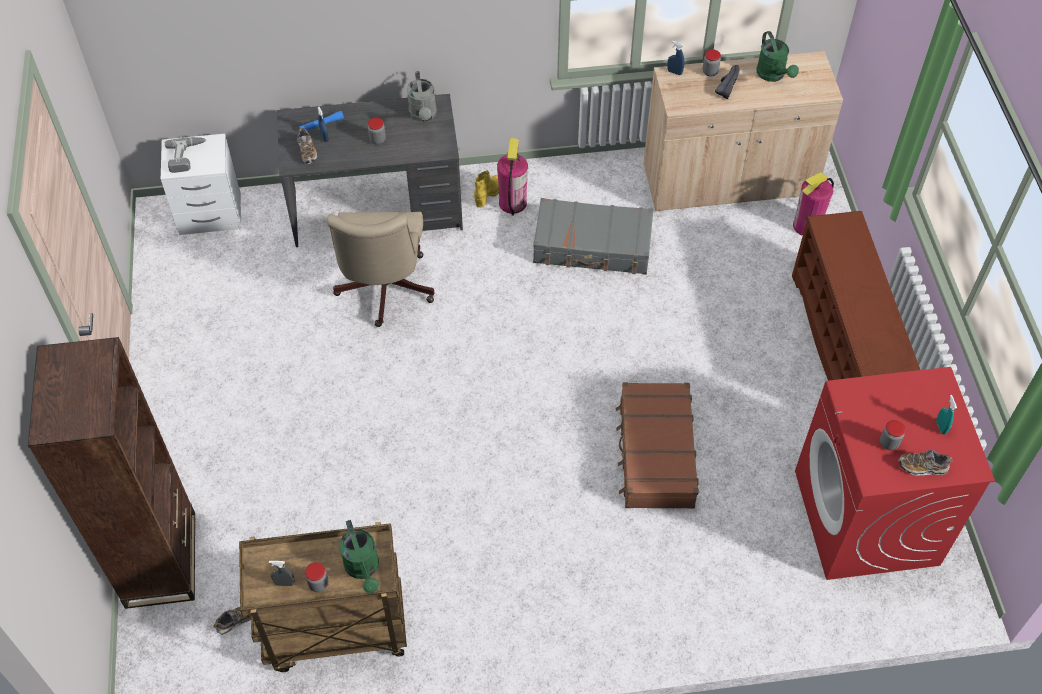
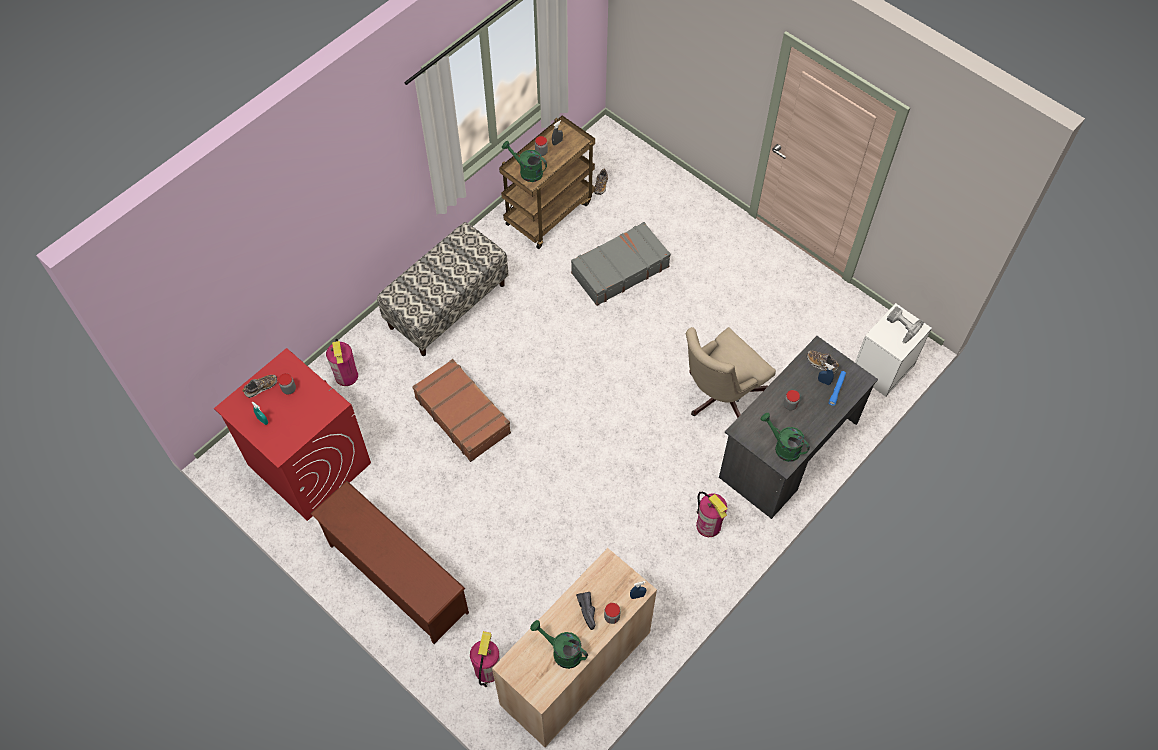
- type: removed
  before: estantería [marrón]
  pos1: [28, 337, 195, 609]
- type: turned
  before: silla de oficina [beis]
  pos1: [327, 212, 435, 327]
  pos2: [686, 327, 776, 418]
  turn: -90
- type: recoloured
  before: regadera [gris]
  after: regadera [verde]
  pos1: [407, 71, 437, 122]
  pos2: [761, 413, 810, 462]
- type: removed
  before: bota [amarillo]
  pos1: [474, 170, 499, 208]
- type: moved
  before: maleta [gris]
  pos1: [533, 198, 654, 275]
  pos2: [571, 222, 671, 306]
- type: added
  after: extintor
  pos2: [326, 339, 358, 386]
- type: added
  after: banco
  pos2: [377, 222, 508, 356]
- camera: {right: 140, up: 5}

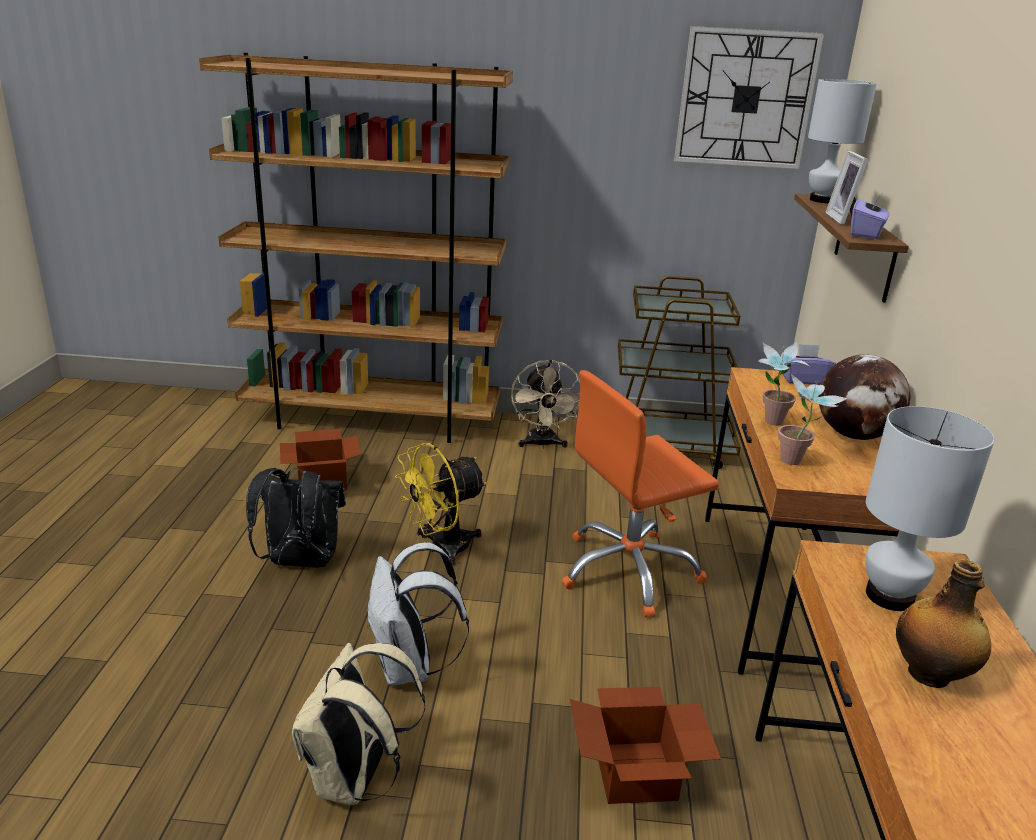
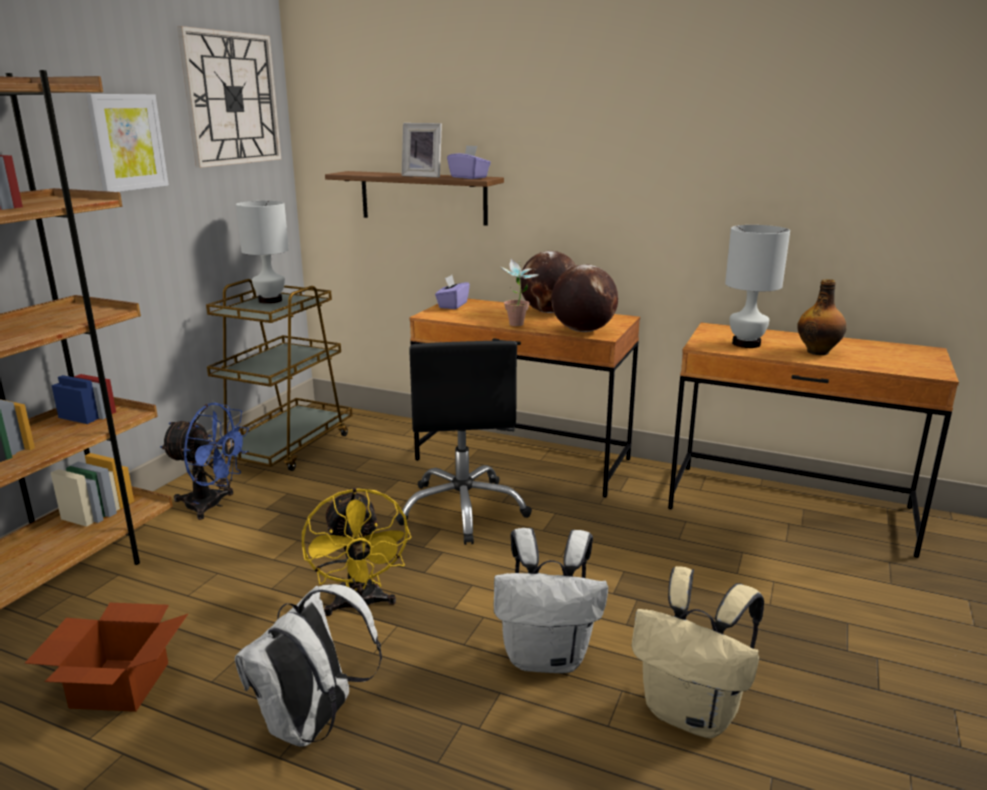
- type: recoloured
  before: mochila [negro]
  after: mochila [blanco]
  pos1: [246, 468, 346, 567]
  pos2: [235, 584, 382, 747]
- type: recoloured
  before: ventilador [beis]
  after: ventilador [azul]
  pos1: [511, 360, 580, 449]
  pos2: [160, 403, 249, 520]
- type: recoloured
  before: silla de oficina [naranja]
  after: silla de oficina [negro]
  pos1: [562, 370, 719, 617]
  pos2: [396, 341, 532, 545]
- type: removed
  before: caja de cartón
  pos1: [570, 687, 721, 804]
- type: replaced
  before: planta en maceta
  after: globo terráqueo
  pos1: [778, 374, 847, 465]
  pos2: [551, 264, 618, 332]
- type: moved
  before: lámpara de mesa [blanco]
  pos1: [808, 79, 877, 203]
  pos2: [236, 201, 289, 304]
- type: added
  after: cuadro
  pos2: [86, 94, 169, 192]
- camera: {right: -70, up: -5}

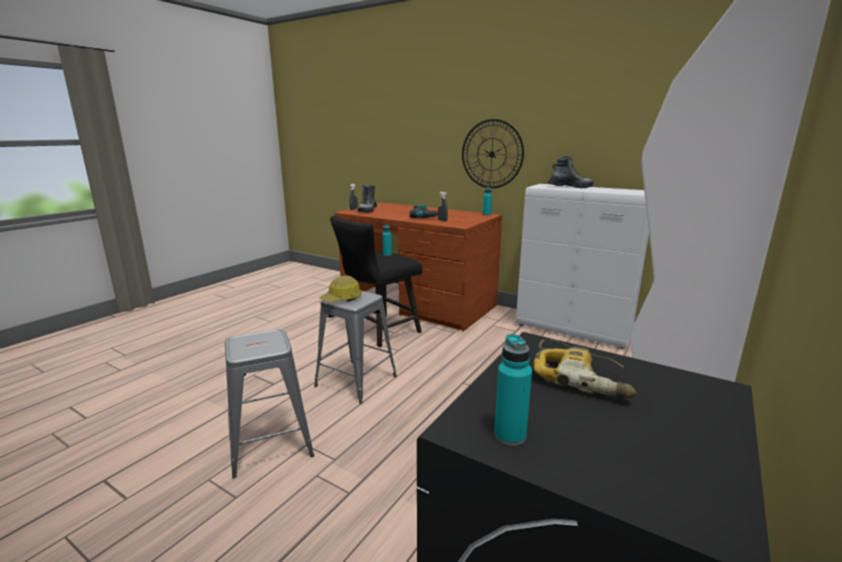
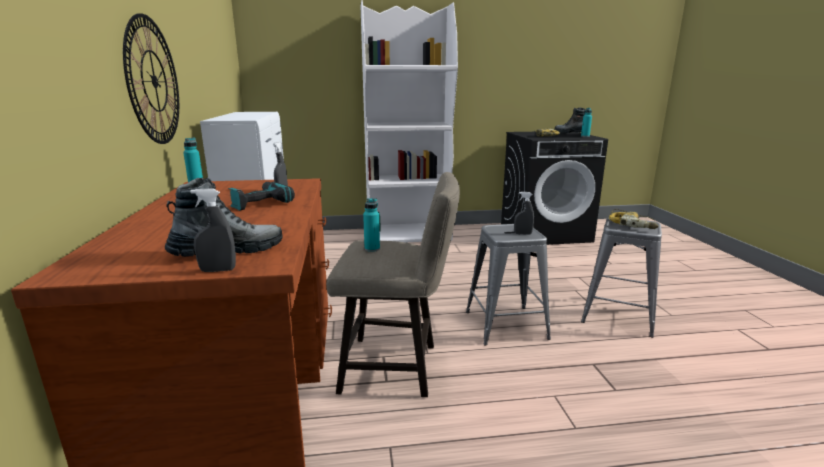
- type: replaced
  before: casco
  after: pulverizador [gris]
  pos1: [320, 275, 362, 302]
  pos2: [514, 192, 534, 235]
- type: recoloured
  before: taburete [negro]
  after: taburete [beis]
  pos1: [330, 216, 422, 347]
  pos2: [326, 172, 460, 397]
- type: moved
  before: bota
  pos1: [548, 156, 593, 188]
  pos2: [554, 107, 586, 134]
- type: added
  after: taladro
  pos2: [609, 209, 659, 229]
- camera: {right: -130, up: 0}

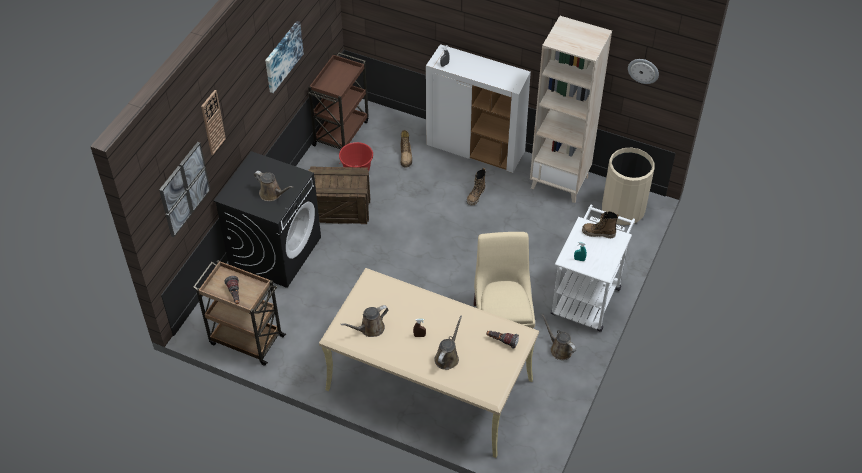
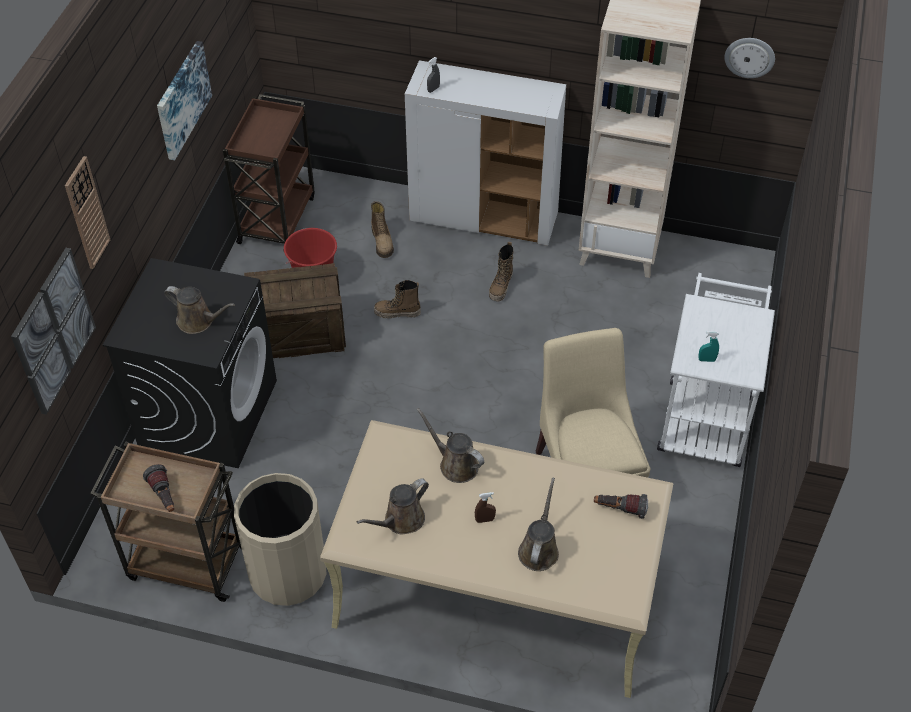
- type: moved
  before: regadera [marrón]
  pos1: [542, 314, 576, 360]
  pos2: [416, 408, 484, 483]
- type: moved
  before: bota
  pos1: [582, 211, 619, 238]
  pos2: [374, 280, 421, 319]
- type: moved
  before: papelera [beis]
  pos1: [602, 148, 655, 225]
  pos2: [234, 473, 326, 606]
- camera: {right: -10, up: 0}

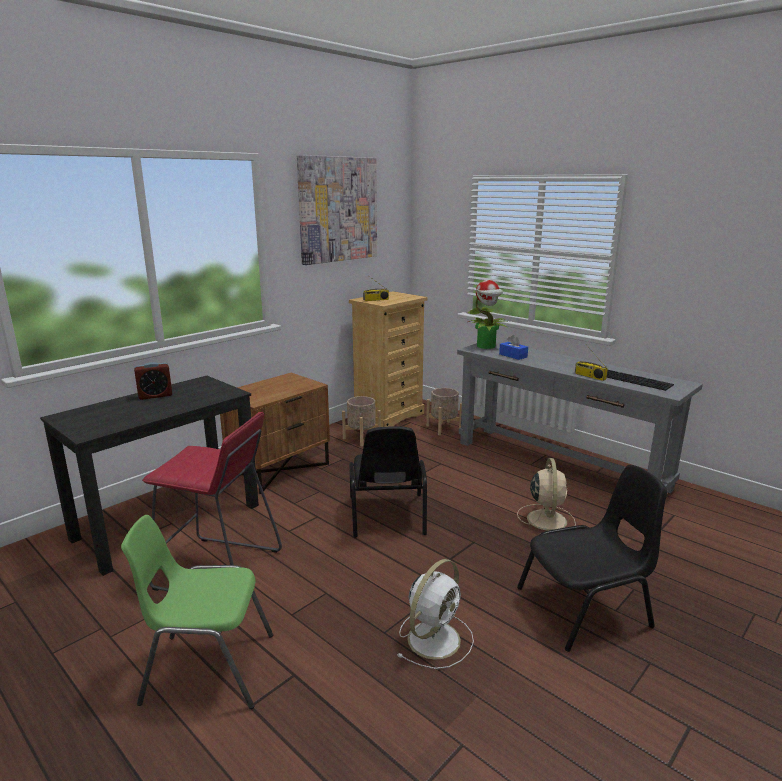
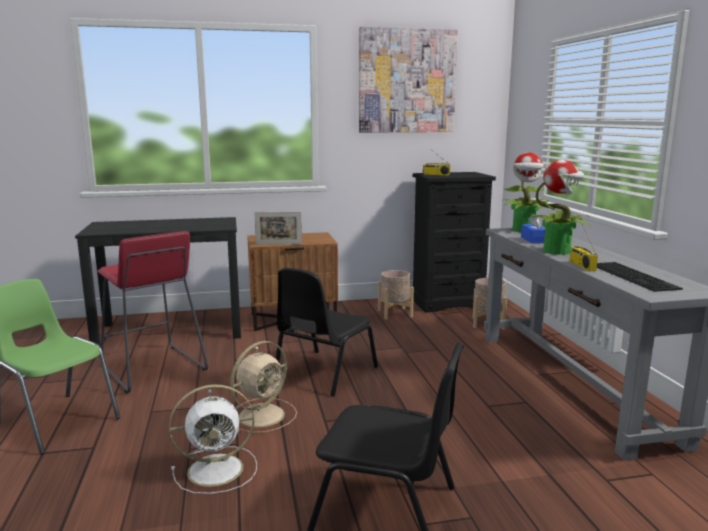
- type: removed
  before: despertador
  pos1: [134, 362, 172, 400]
- type: recoloured
  before: cómoda [beis]
  after: cómoda [negro]
  pos1: [349, 291, 428, 427]
  pos2: [413, 172, 496, 312]
- type: moved
  before: ventilador [beis]
  pos1: [517, 458, 576, 531]
  pos2: [230, 341, 297, 433]
- type: added
  after: portarretratos
  pos2: [254, 212, 302, 245]
- type: added
  after: planta en maceta
  pos2: [532, 160, 590, 255]
- camera: {right: 35, up: -5}

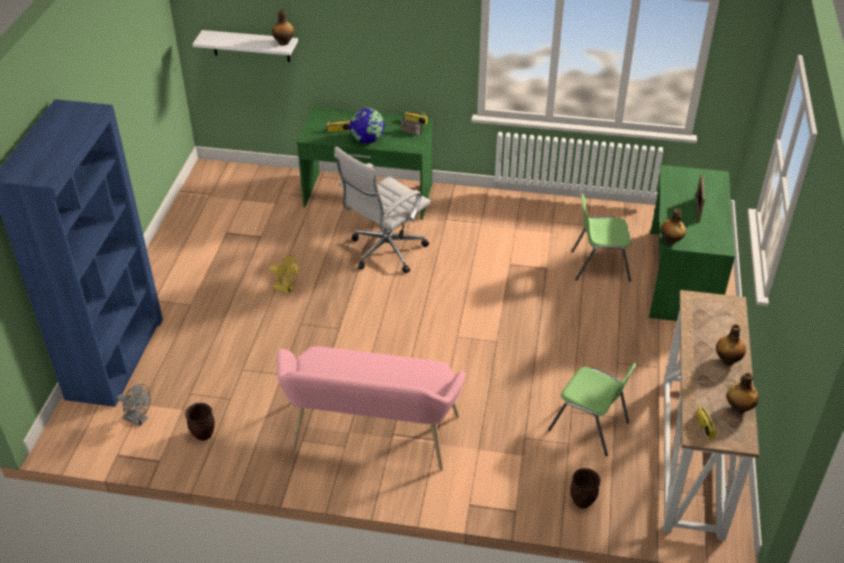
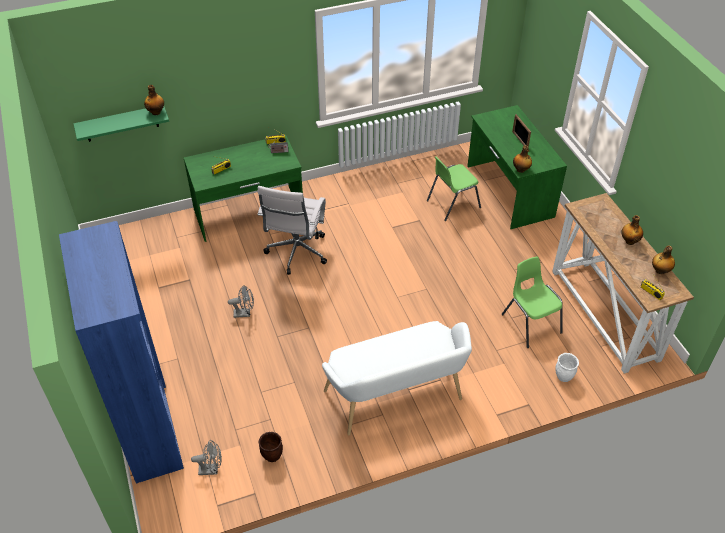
- type: recoloured
  before: estante [blanco]
  after: estante [verde]
  pos1: [192, 30, 298, 62]
  pos2: [73, 107, 169, 142]
- type: recoloured
  before: ventilador [amarillo]
  after: ventilador [gris]
  pos1: [269, 255, 299, 294]
  pos2: [228, 285, 254, 318]
- type: recoloured
  before: banco [rosa]
  after: banco [blanco]
  pos1: [276, 346, 466, 471]
  pos2: [322, 321, 472, 435]
- type: removed
  before: globo terráqueo
  pos1: [349, 108, 385, 143]
- type: turned
  before: silla [verde]
  pos1: [548, 363, 637, 456]
  pos2: [502, 256, 563, 348]
  turn: -120
- type: recoloured
  before: maceta [marrón]
  after: maceta [blanco]
  pos1: [570, 468, 601, 509]
  pos2: [556, 353, 579, 382]
- camera: {right: -30, up: 5}

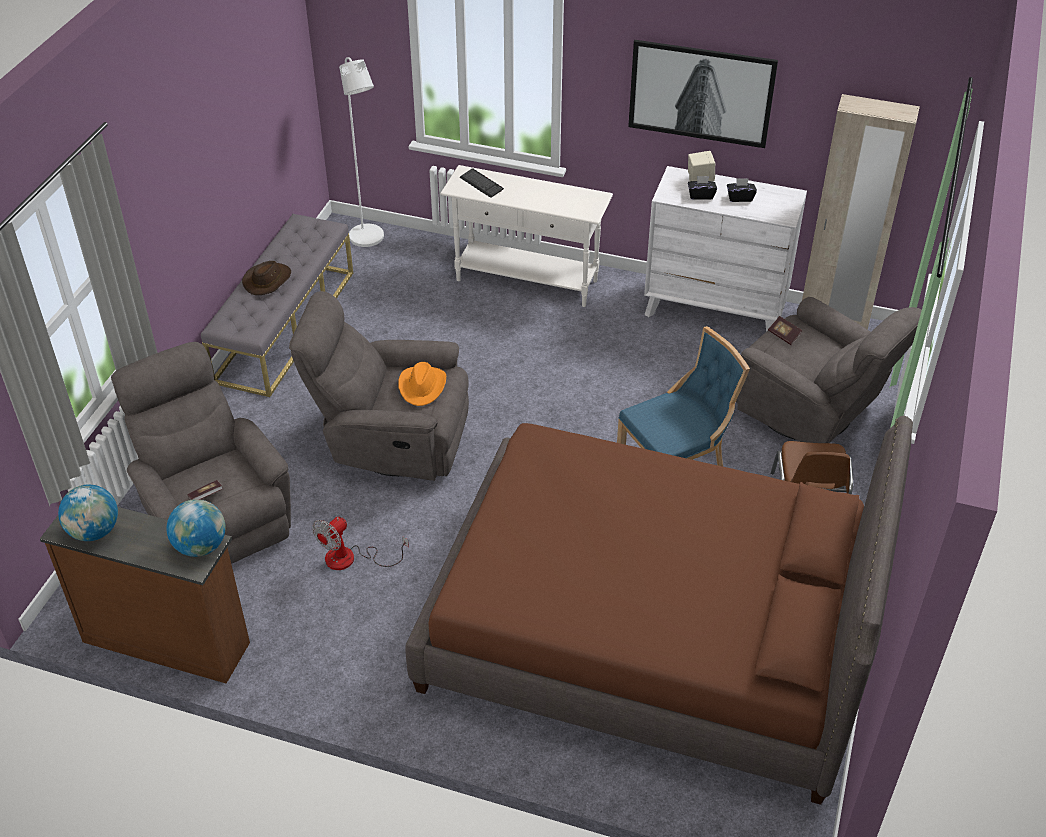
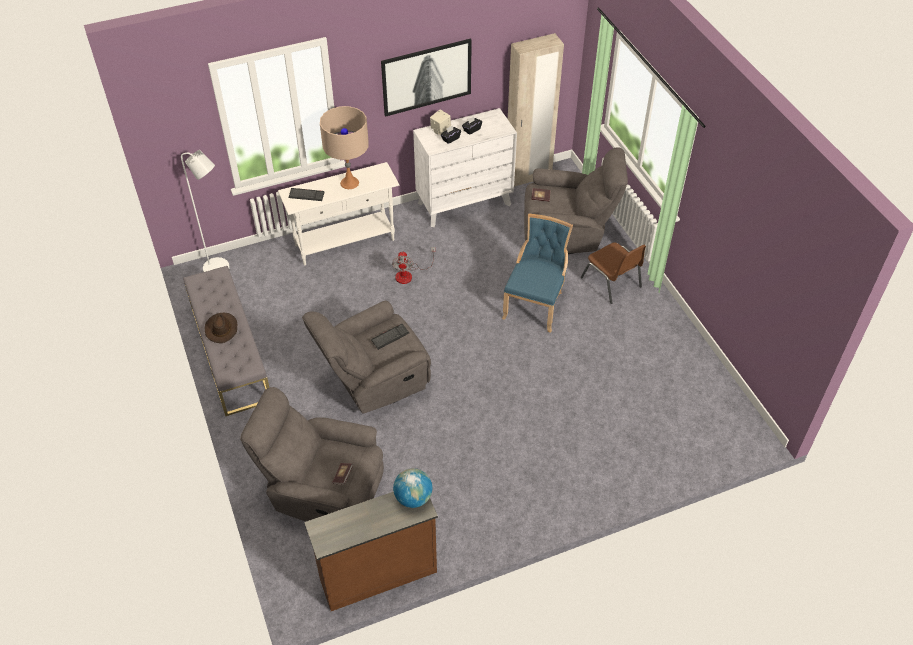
- type: removed
  before: globo terráqueo
  pos1: [58, 485, 118, 541]
- type: moved
  before: ventilador
  pos1: [312, 516, 409, 570]
  pos2: [392, 247, 435, 284]
- type: replaced
  before: sombrero [naranja]
  after: teclado
  pos1: [398, 362, 446, 406]
  pos2: [371, 324, 409, 350]
- type: removed
  before: cama [marrón]
  pos1: [405, 416, 913, 805]
- type: added
  after: lámpara de mesa [beis]
  pos2: [320, 106, 369, 189]
- camera: {right: -40, up: 5}

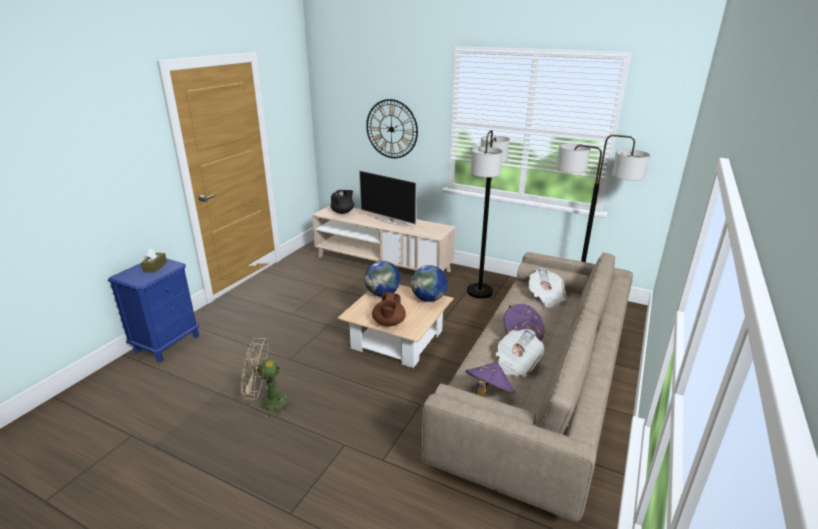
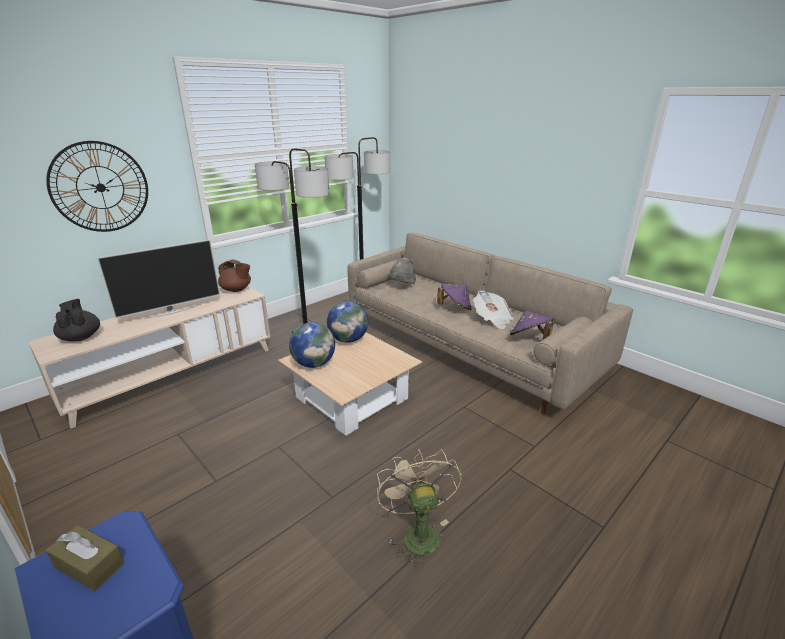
- type: turned
  before: ventilador [beis]
  pos1: [241, 338, 294, 418]
  pos2: [377, 449, 461, 569]
  turn: 150
- type: moved
  before: tetera [marrón]
  pos1: [372, 292, 406, 327]
  pos2: [218, 260, 251, 292]
- type: replaced
  before: periódico
  after: sombrero [gris]
  pos1: [529, 268, 566, 308]
  pos2: [390, 258, 416, 284]
- camera: {right: -70, up: 0}

